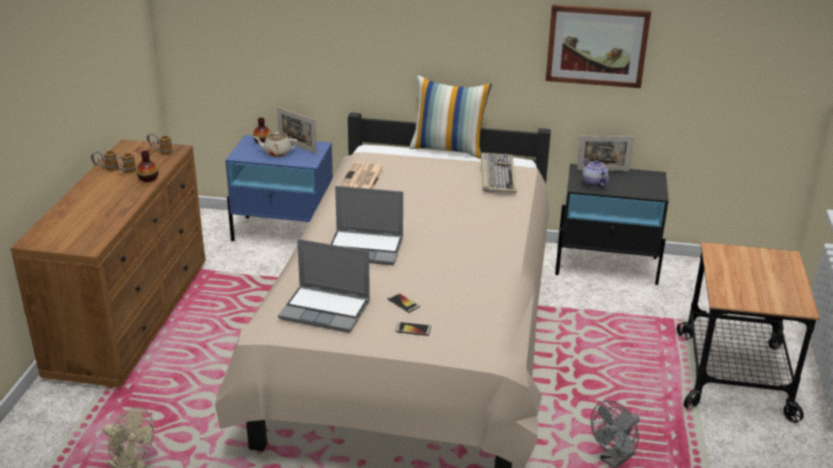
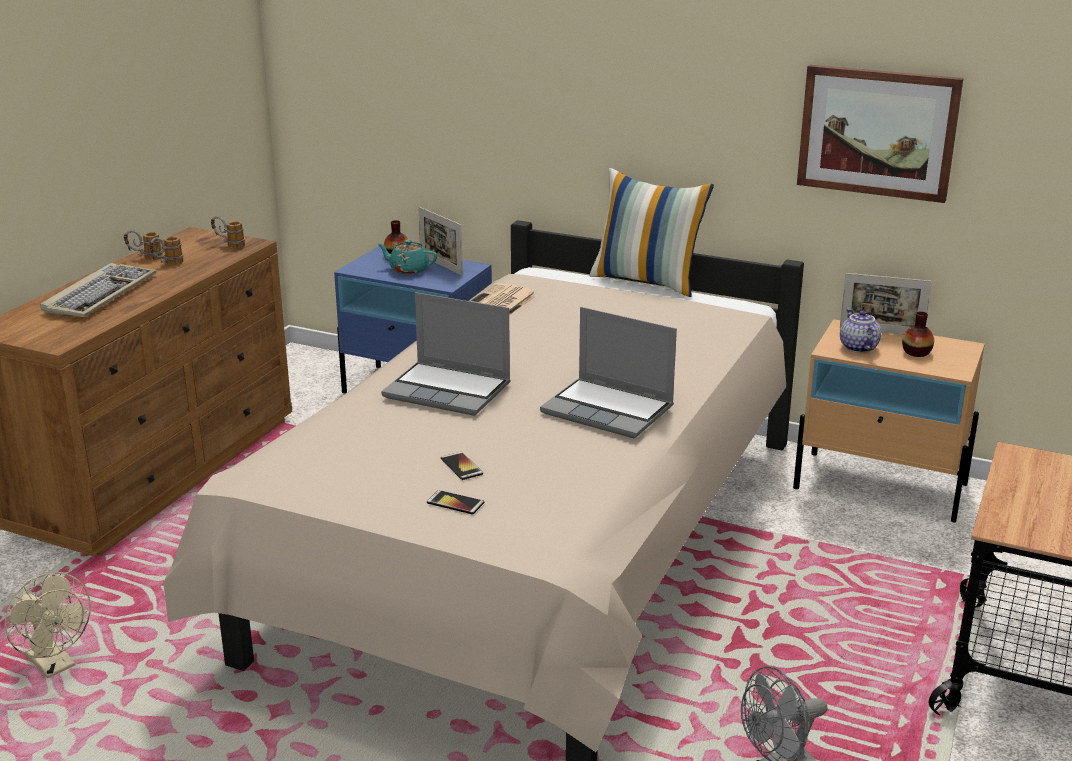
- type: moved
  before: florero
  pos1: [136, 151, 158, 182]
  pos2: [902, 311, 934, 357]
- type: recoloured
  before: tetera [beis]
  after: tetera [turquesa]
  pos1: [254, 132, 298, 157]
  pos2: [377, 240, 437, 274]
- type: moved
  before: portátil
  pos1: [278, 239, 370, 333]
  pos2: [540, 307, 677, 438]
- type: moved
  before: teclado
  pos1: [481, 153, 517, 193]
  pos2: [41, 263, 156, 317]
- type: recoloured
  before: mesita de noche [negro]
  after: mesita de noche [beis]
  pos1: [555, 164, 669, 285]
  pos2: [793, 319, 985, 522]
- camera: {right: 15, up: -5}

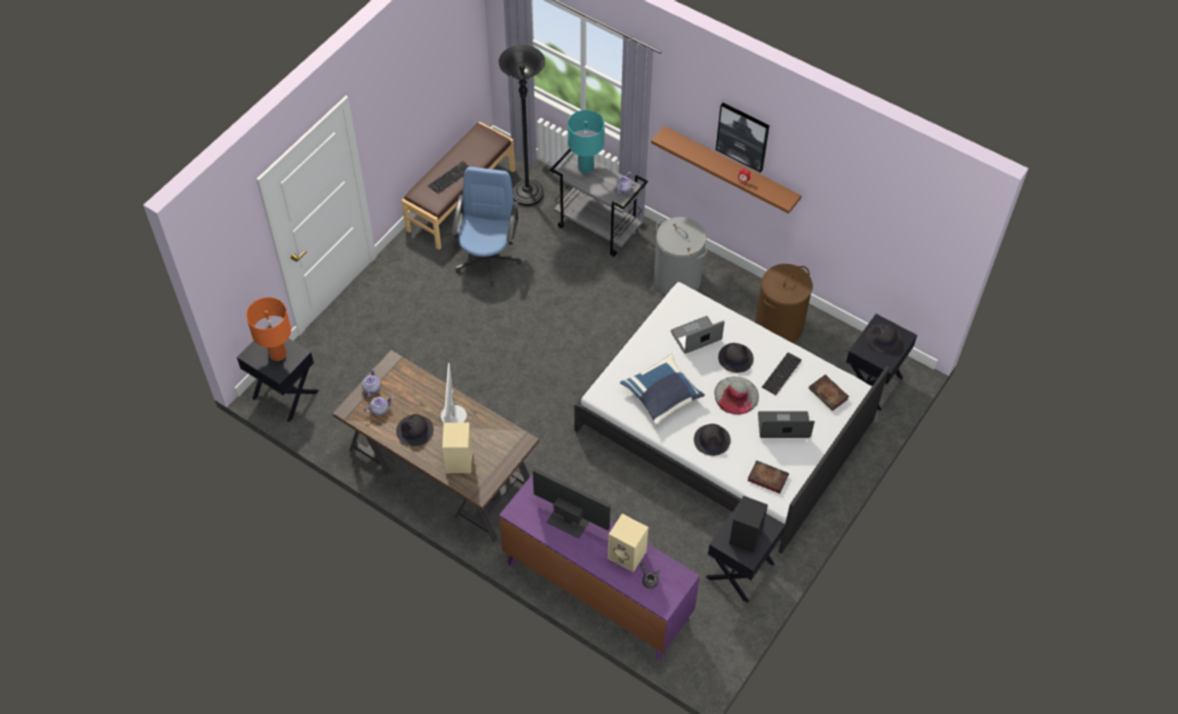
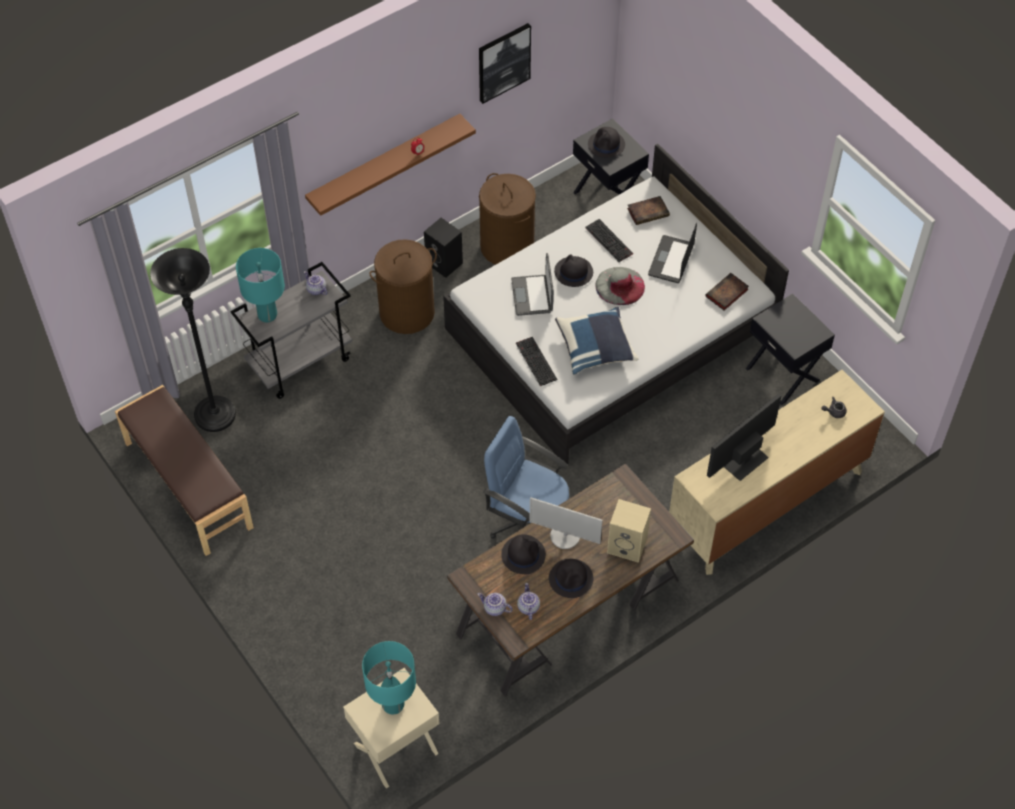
- type: recoloured
  before: mesita de noche [negro]
  after: mesita de noche [beis]
  pos1: [237, 326, 319, 422]
  pos2: [343, 668, 440, 789]
- type: recoloured
  before: lámpara de mesa [naranja]
  after: lámpara de mesa [turquesa]
  pos1: [246, 297, 291, 361]
  pos2: [362, 641, 416, 715]
- type: moved
  before: teclado
  pos1: [428, 161, 470, 194]
  pos2: [516, 337, 557, 386]
- type: moved
  before: silla de oficina [azul]
  pos1: [451, 167, 522, 286]
  pos2: [483, 416, 569, 539]
- type: recoloured
  before: cómoda [morado]
  after: cómoda [beis]
  pos1: [499, 474, 700, 660]
  pos2: [669, 370, 885, 575]
- type: removed
  before: altavoz [beis]
  pos1: [608, 514, 648, 572]
- type: recoloured
  before: cesto de la ropa [gris]
  after: cesto de la ropa [marrón]
  pos1: [654, 217, 707, 294]
  pos2: [369, 239, 437, 334]
- type: moved
  before: sombrero [negro]
  pos1: [694, 424, 731, 456]
  pos2: [501, 534, 546, 574]
- type: moved
  before: cuadro
  pos1: [716, 103, 770, 173]
  pos2: [479, 23, 531, 104]
- type: moved
  before: altavoz [negro]
  pos1: [729, 496, 768, 553]
  pos2: [424, 218, 463, 278]
- camera: {right: -70, up: 0}

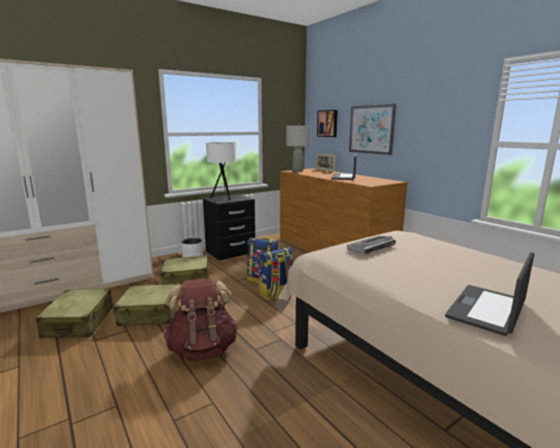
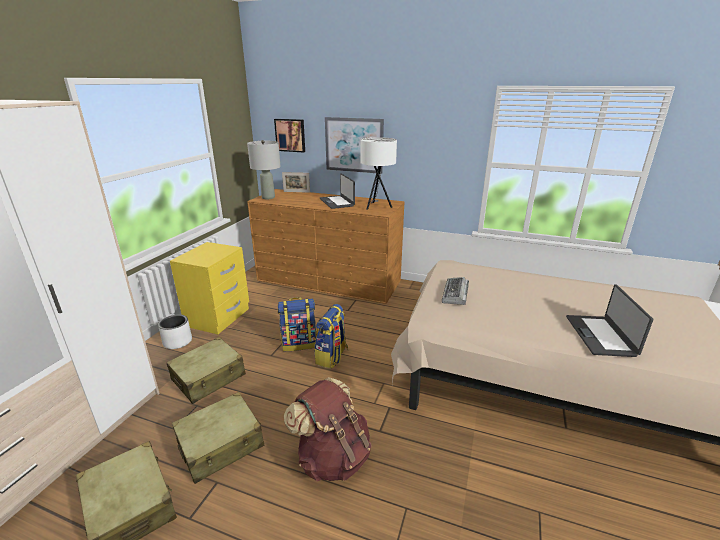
- type: recoloured
  before: mesita de noche [negro]
  after: mesita de noche [amarillo]
  pos1: [203, 194, 255, 260]
  pos2: [170, 242, 249, 334]
- type: moved
  before: lámpara de mesa [blanco]
  pos1: [206, 142, 238, 200]
  pos2: [360, 137, 397, 210]
- camera: {right: -35, up: 10}

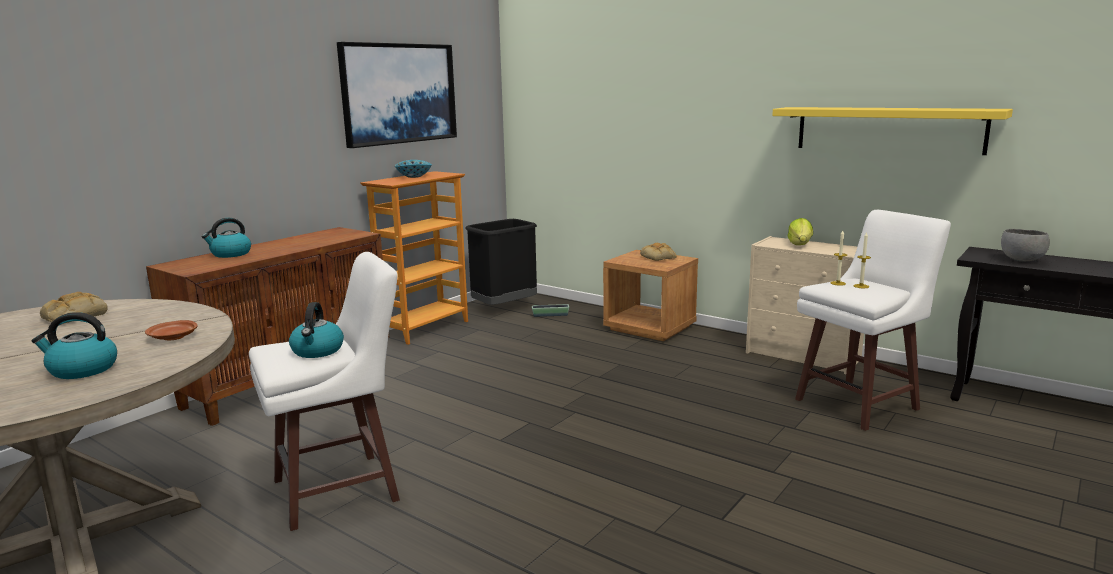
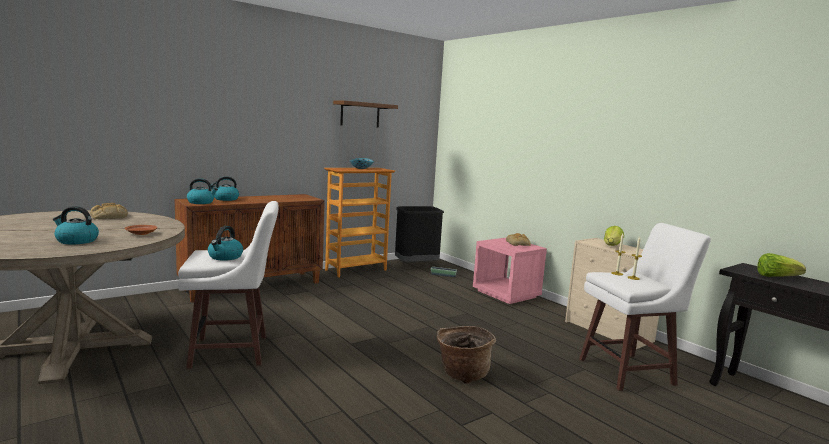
- type: replaced
  before: cuadro
  after: estante [marrón]
  pos1: [337, 42, 457, 148]
  pos2: [333, 101, 398, 128]
- type: recoloured
  before: mesita de noche [marrón]
  after: mesita de noche [rosa]
  pos1: [603, 250, 698, 341]
  pos2: [473, 238, 547, 304]
- type: removed
  before: estante [amarillo]
  pos1: [772, 107, 1013, 155]
- type: replaced
  before: cuenco [gris]
  after: lechuga
  pos1: [1001, 229, 1050, 261]
  pos2: [757, 253, 806, 277]
- type: added
  after: hervidor
  pos2: [187, 178, 218, 204]
- type: added
  after: cesta
  pos2: [437, 326, 496, 384]
- camera: {right: 15, up: -5}

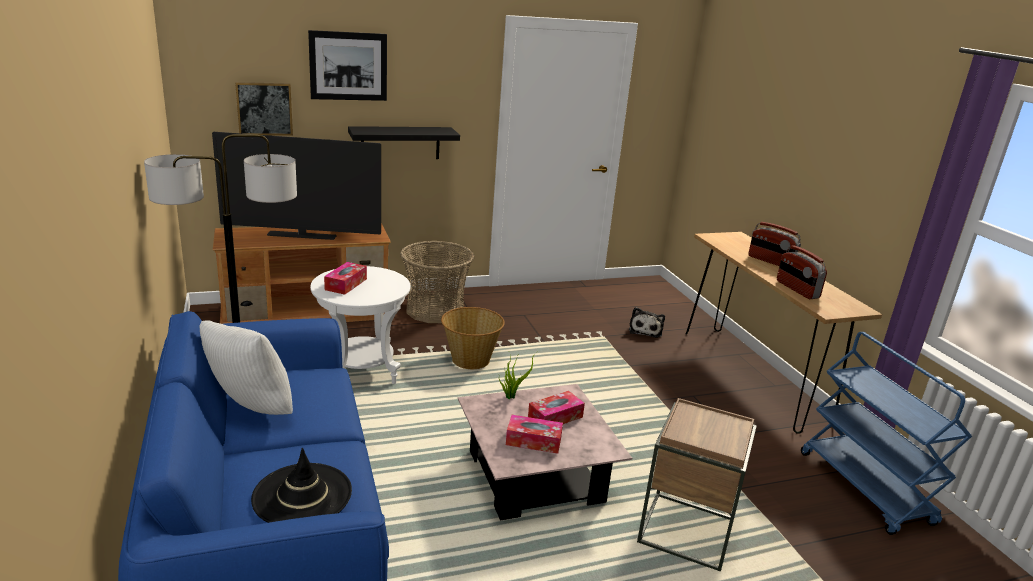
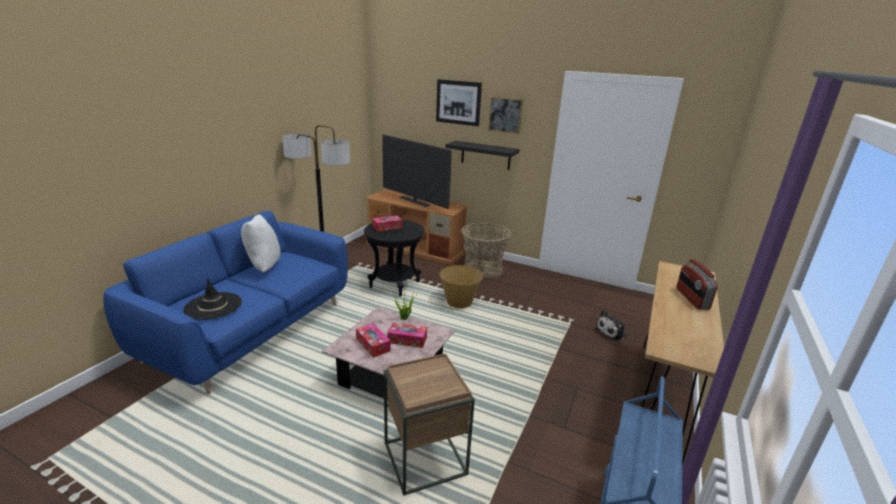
- type: moved
  before: cuadro
  pos1: [235, 82, 293, 136]
  pos2: [488, 97, 523, 134]
- type: recoloured
  before: mesa auxiliar [blanco]
  after: mesa auxiliar [negro]
  pos1: [310, 266, 411, 384]
  pos2: [364, 220, 425, 297]
- type: removed
  before: radio
  pos1: [777, 245, 827, 299]
- camera: {right: 45, up: 0}

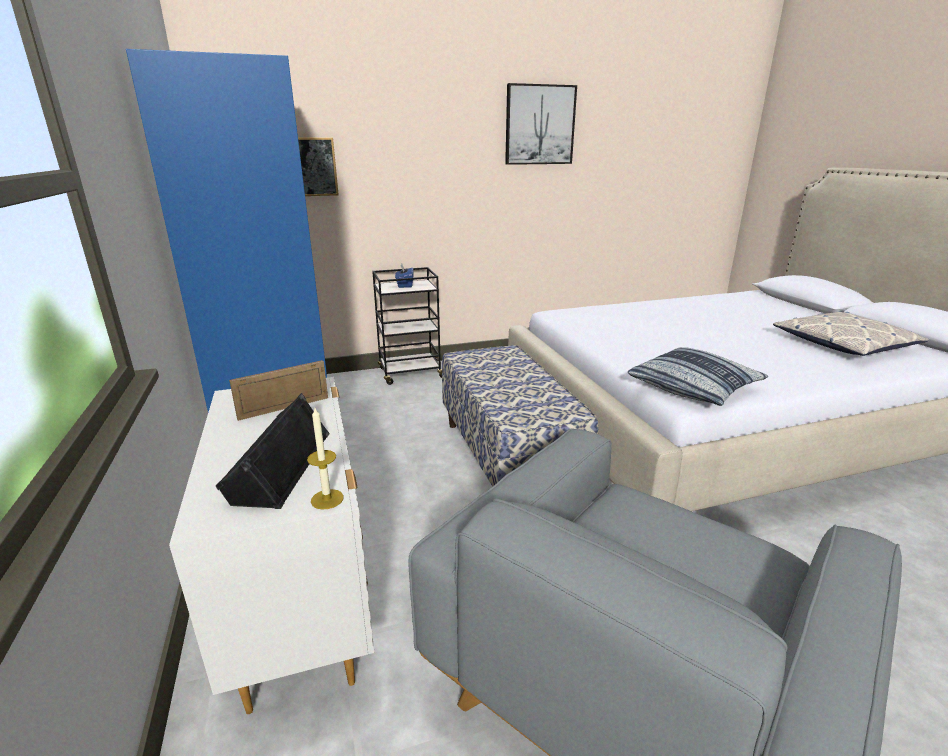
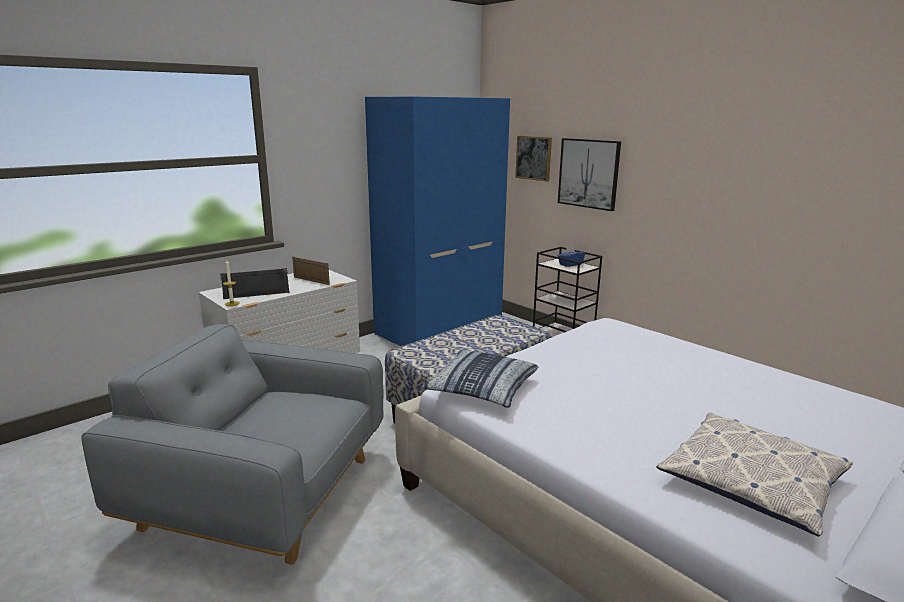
- type: moved
  before: cuadro
  pos1: [505, 83, 577, 165]
  pos2: [558, 138, 621, 211]
- camera: {right: 65, up: -5}

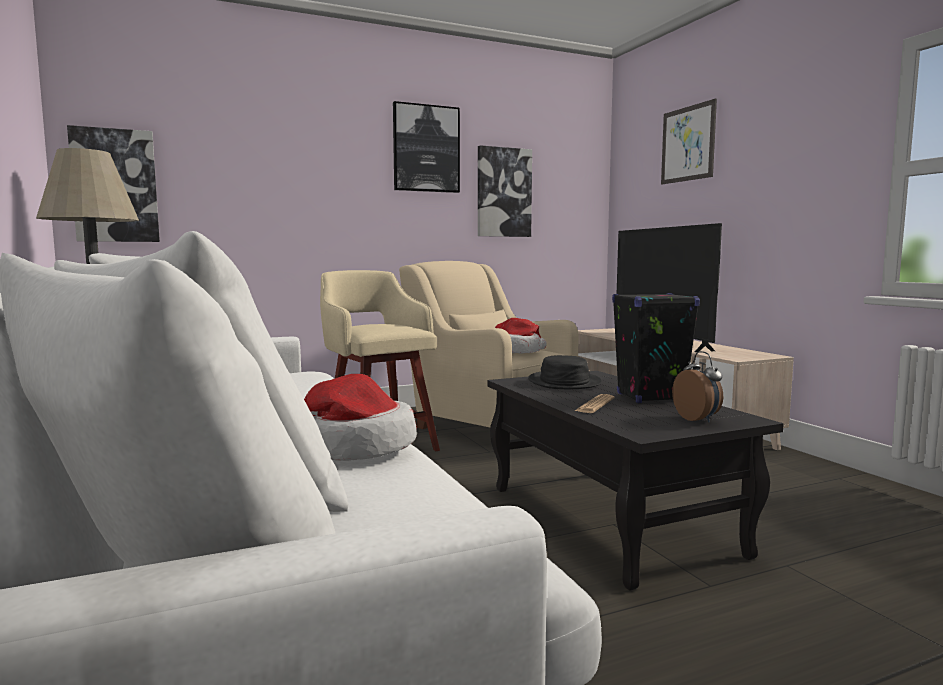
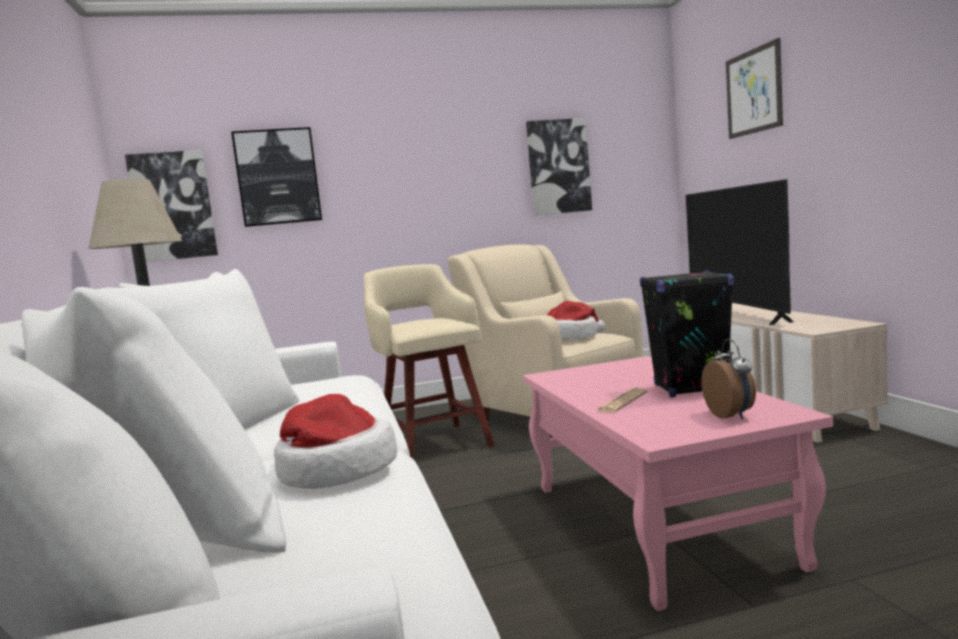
- type: moved
  before: cuadro
  pos1: [393, 101, 460, 193]
  pos2: [231, 127, 322, 227]
- type: recoloured
  before: mesa de centro [negro]
  after: mesa de centro [rosa]
  pos1: [488, 371, 784, 590]
  pos2: [523, 356, 833, 611]
- type: removed
  before: sombrero [negro]
  pos1: [528, 355, 602, 389]
- camera: {right: 10, up: 0}

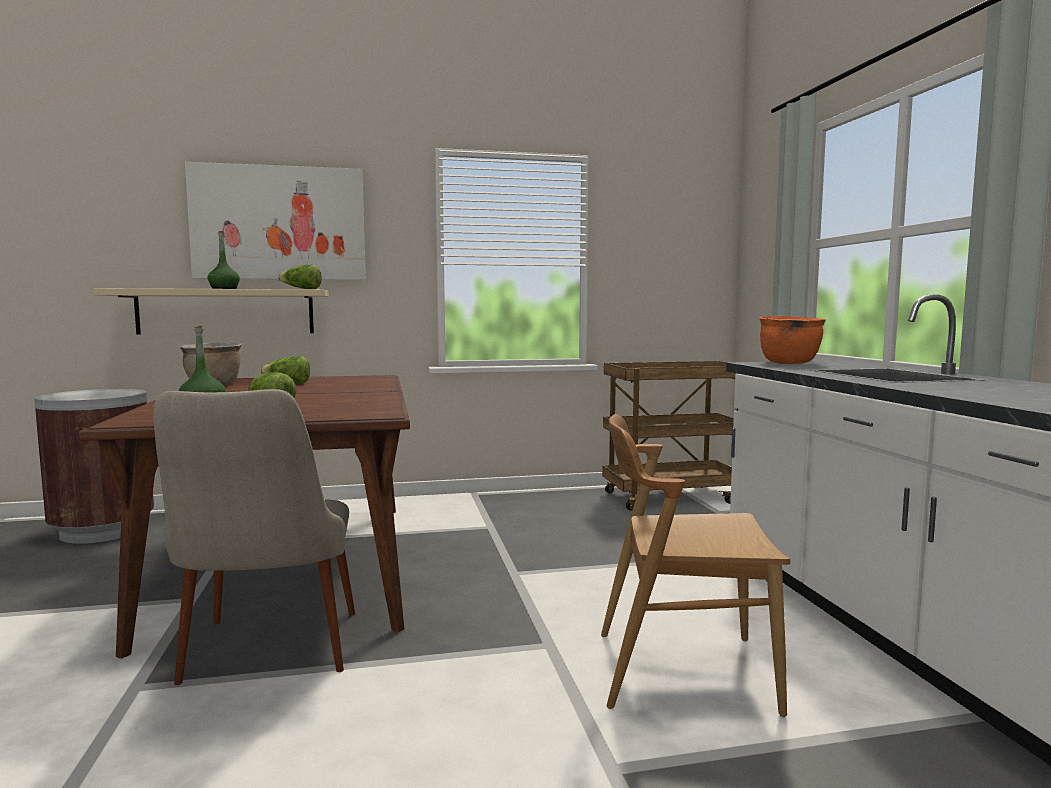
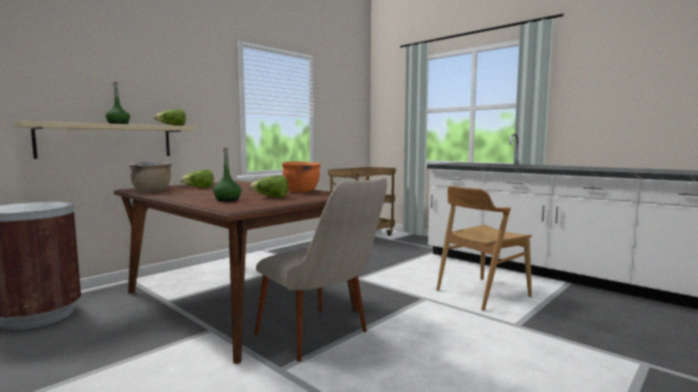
- type: removed
  before: cuadro
  pos1: [185, 162, 366, 280]
- type: moved
  before: olla [naranja]
  pos1: [759, 316, 826, 364]
  pos2: [282, 161, 321, 192]
- camera: {right: -35, up: 0}

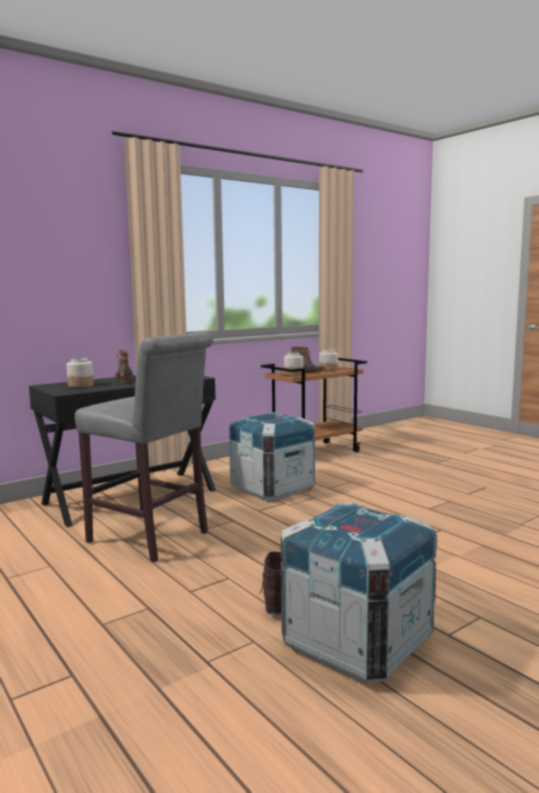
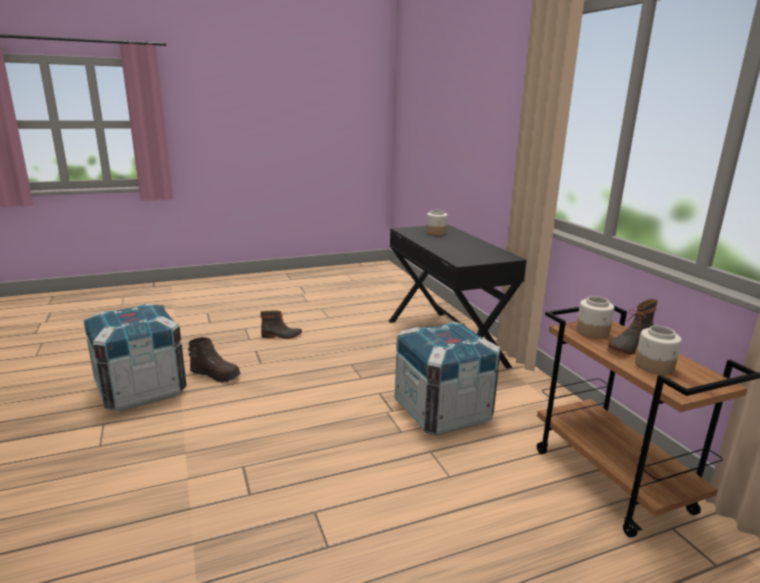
- type: removed
  before: taburete [gris]
  pos1: [75, 332, 213, 562]
- type: moved
  before: bota
  pos1: [115, 350, 133, 384]
  pos2: [261, 310, 302, 339]
- camera: {right: 105, up: 10}

